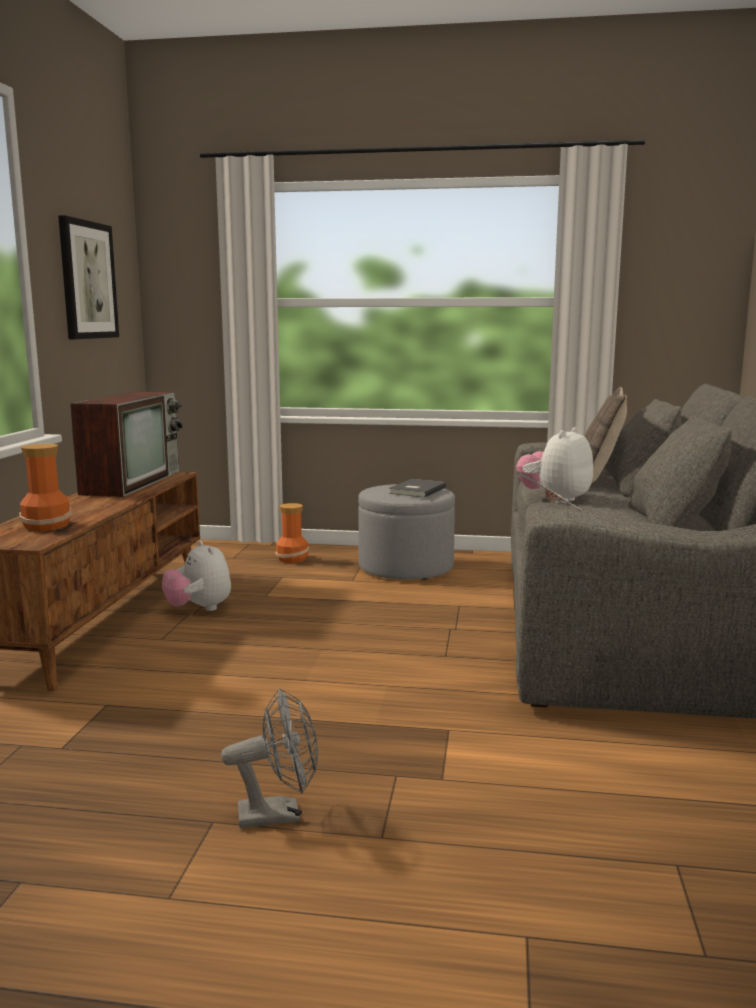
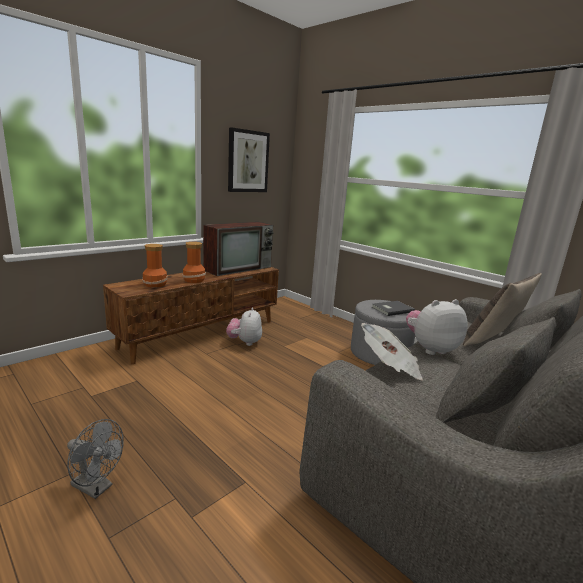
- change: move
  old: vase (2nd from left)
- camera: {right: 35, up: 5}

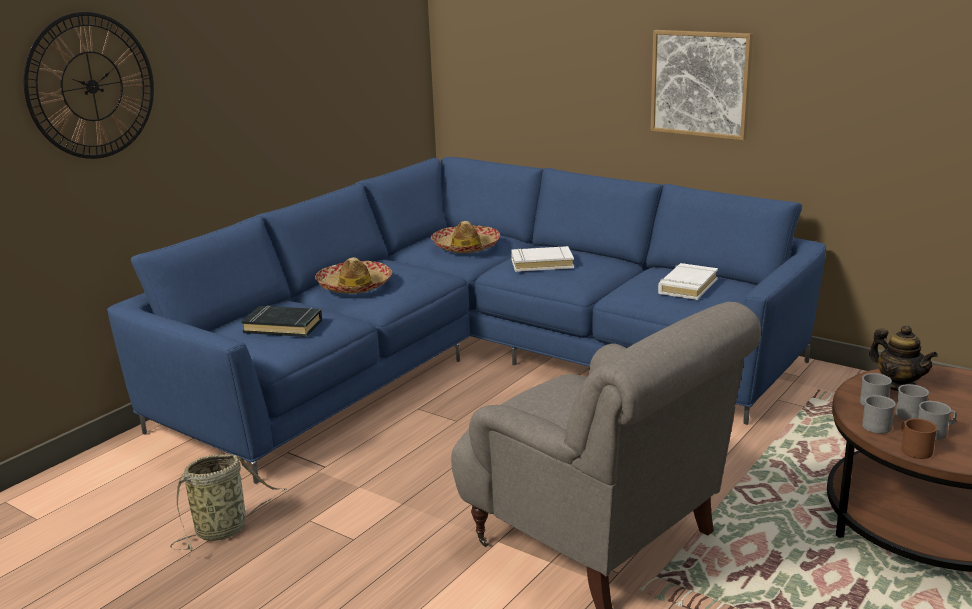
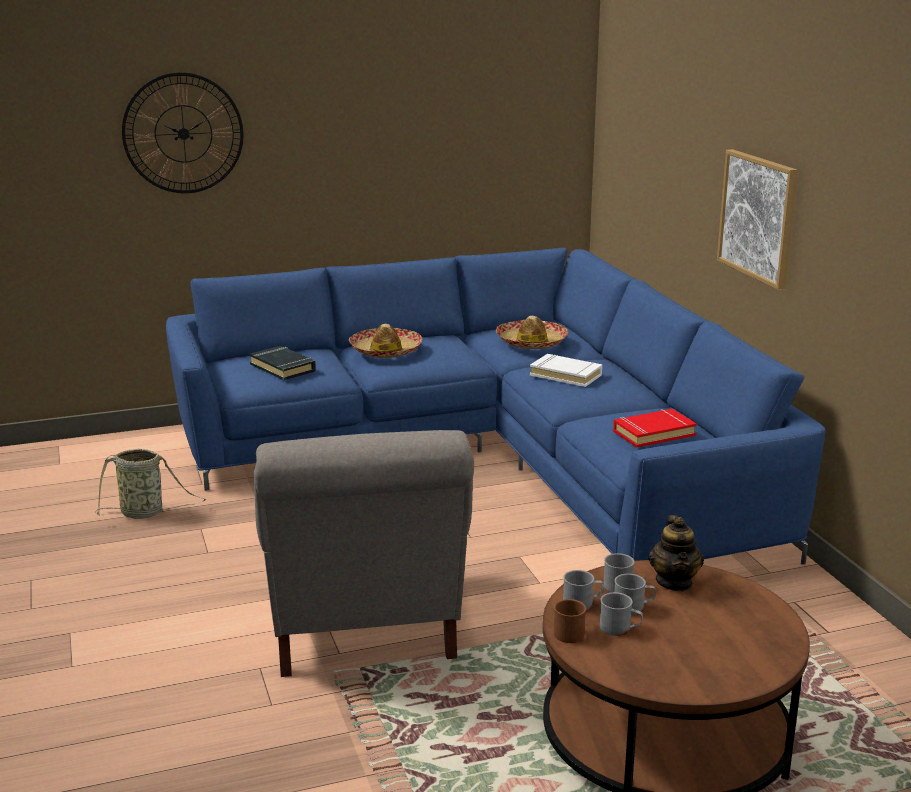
- change: recolor
  old: white book (2nd from left)
  new: red book
- camera: {right: 35, up: 0}

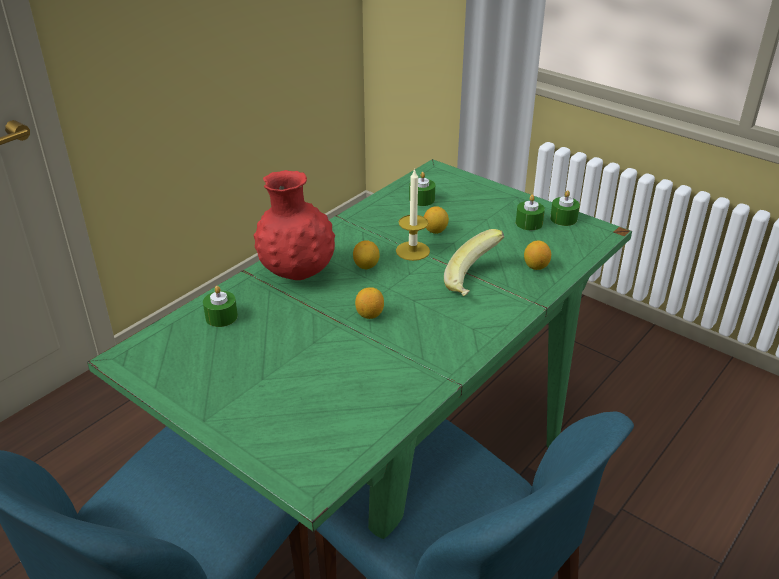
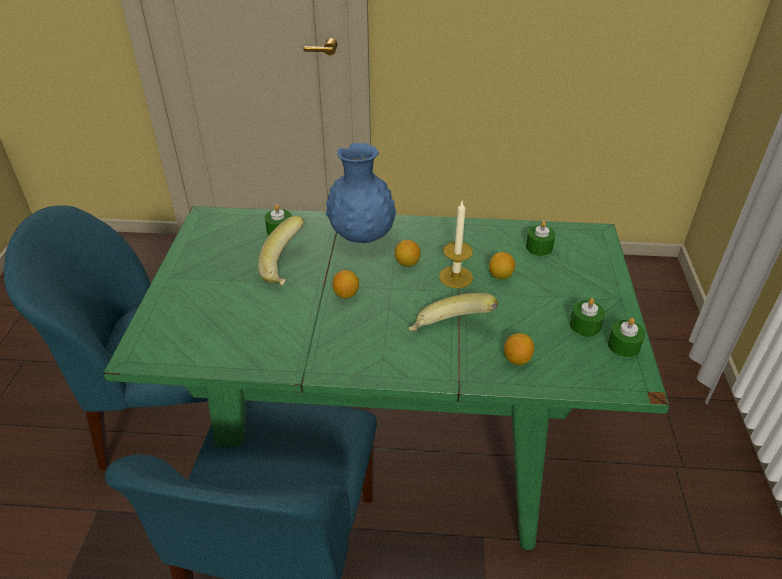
- change: recolor
  old: red vase
  new: blue vase
- change: insert
  new: banana (1st from left)
- camera: {right: 55, up: 5}

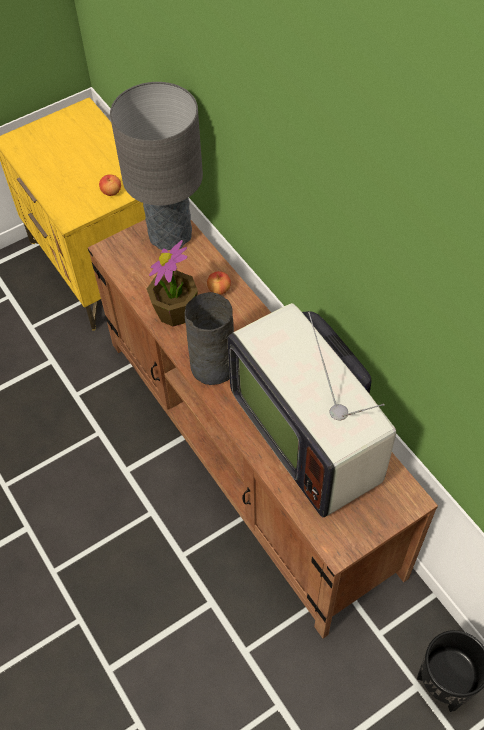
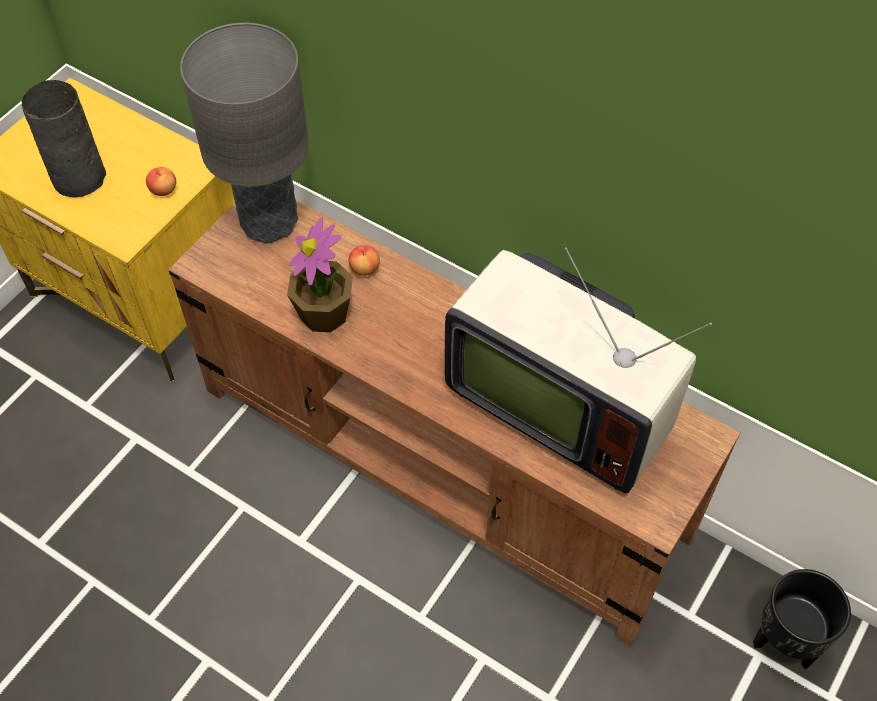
- change: move
  old: grey vase
- camera: {right: -25, up: 0}

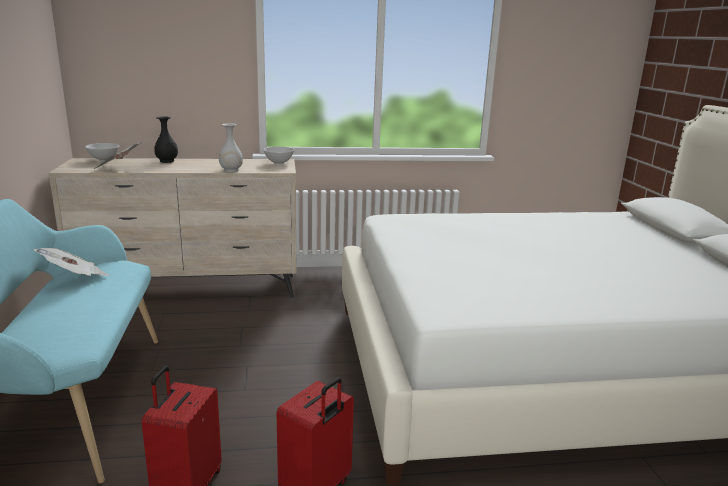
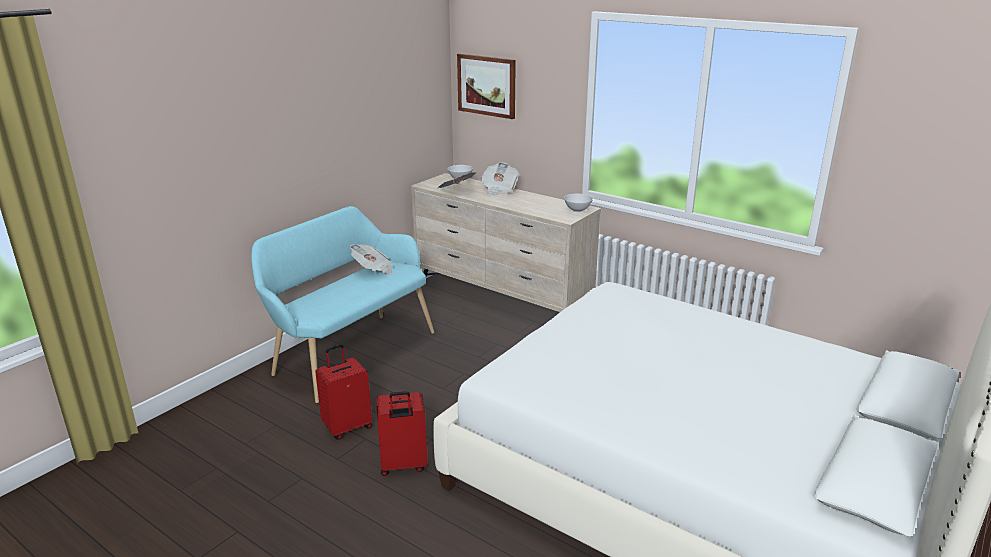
- change: replace
  old: black vase
  new: newspaper (3rd from left)
- change: delete
  old: white vase
- change: insert
  new: picture
- camera: {right: 45, up: 5}

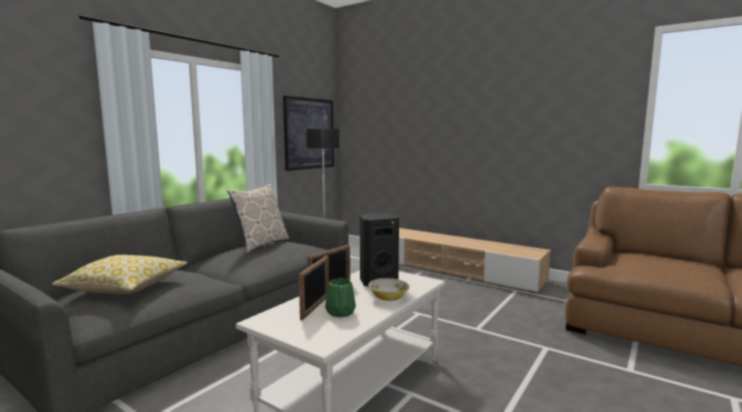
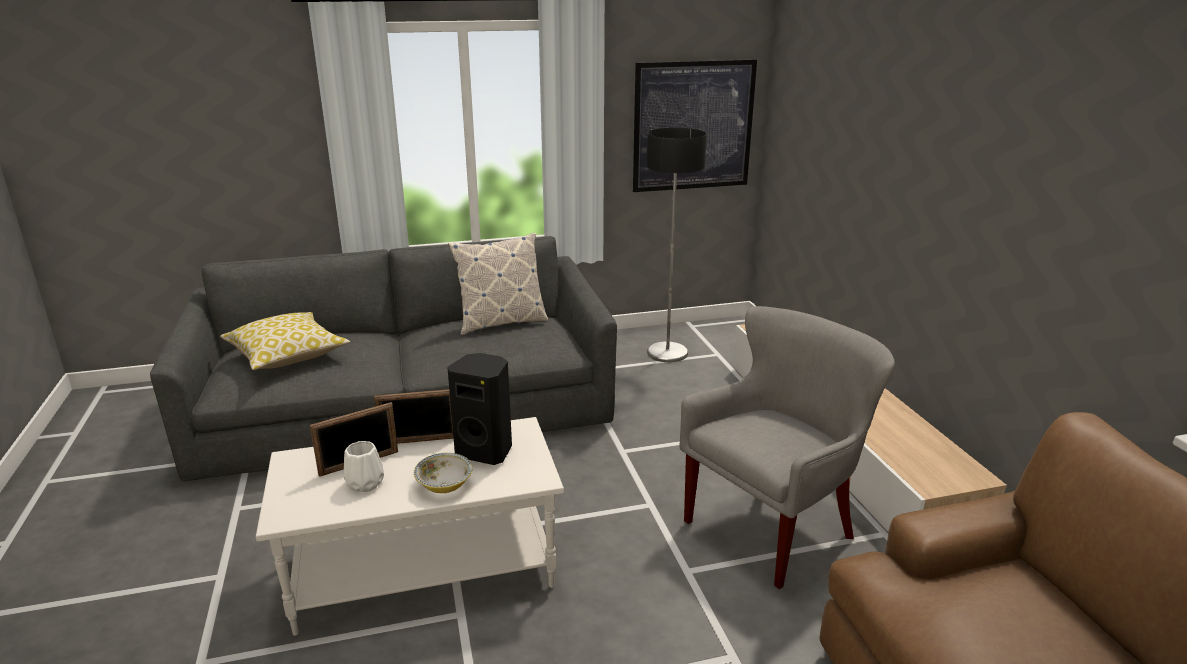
- change: recolor
  old: green vase
  new: white vase
- change: insert
  new: grey armchair
- camera: {right: 40, up: 15}

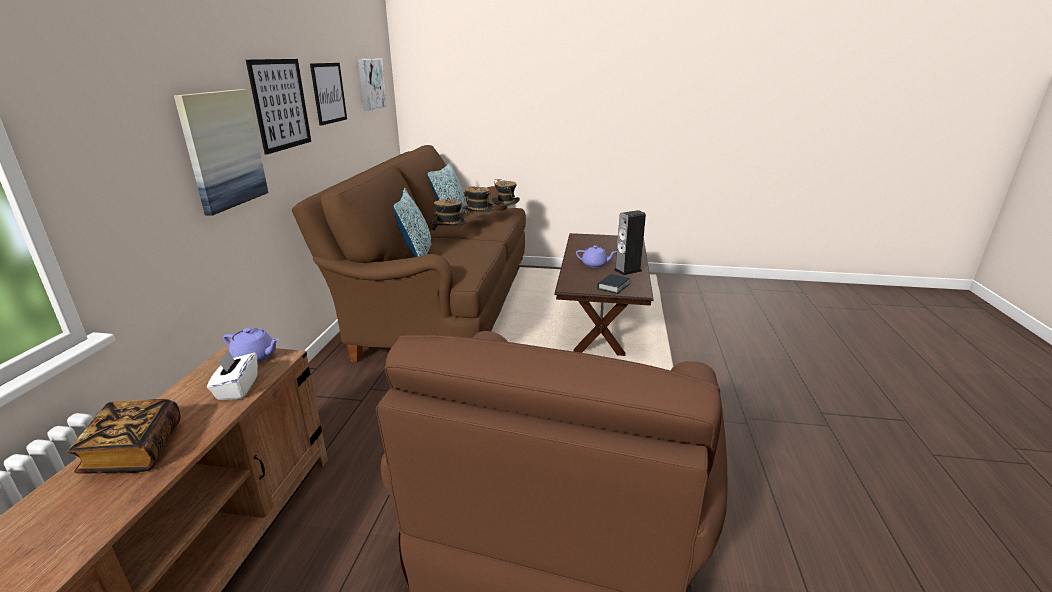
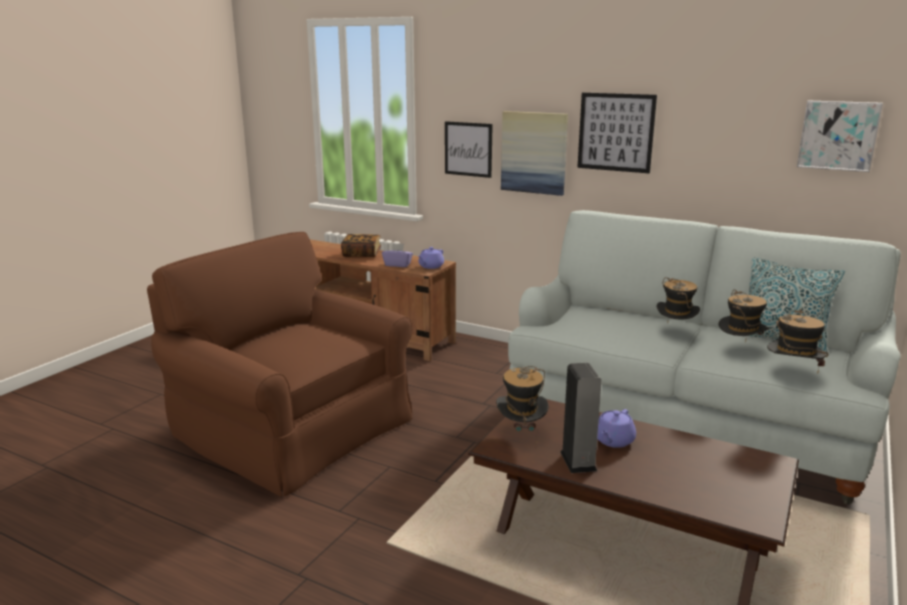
- change: recolor
  old: white tissue box
  new: purple tissue box
- change: recolor
  old: brown sofa
  new: white sofa
- change: move
  old: picture (3rd from left in the first image)
  new: picture (1st from left)
- change: delete
  old: pillow (1st from left)
- change: replace
  old: book (2nd from left)
  new: hat (1st from left)
- camera: {right: 110, up: -5}

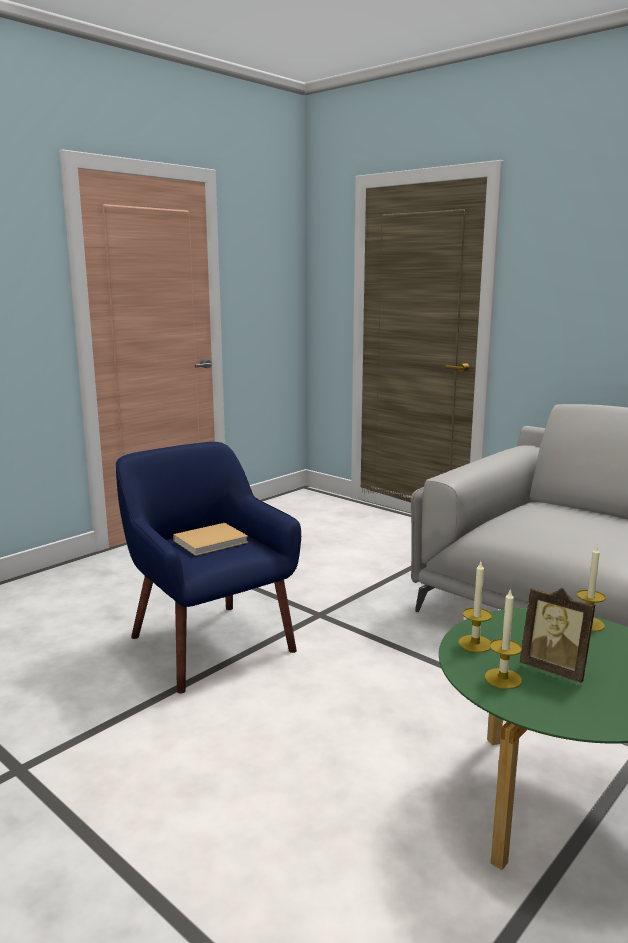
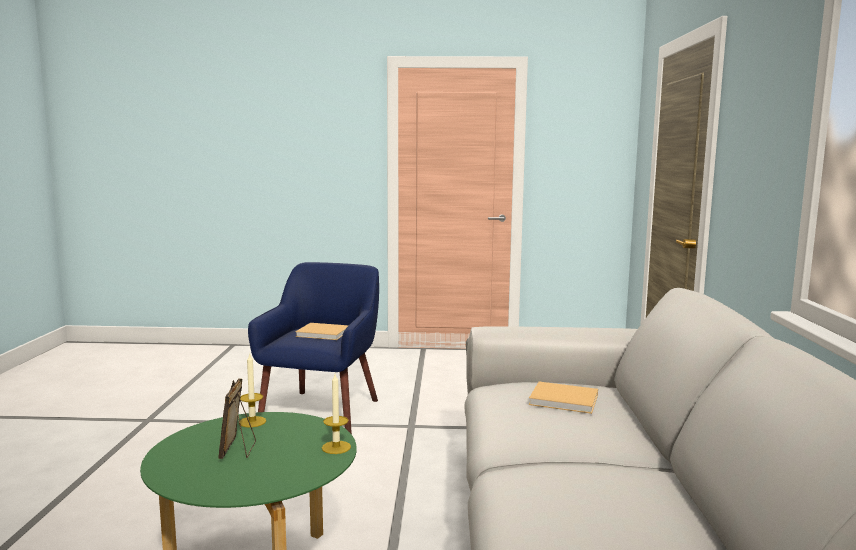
- change: delete
  old: candle (2nd from left)
- change: insert
  new: beige book (2nd from left)
- camera: {right: 50, up: -5}

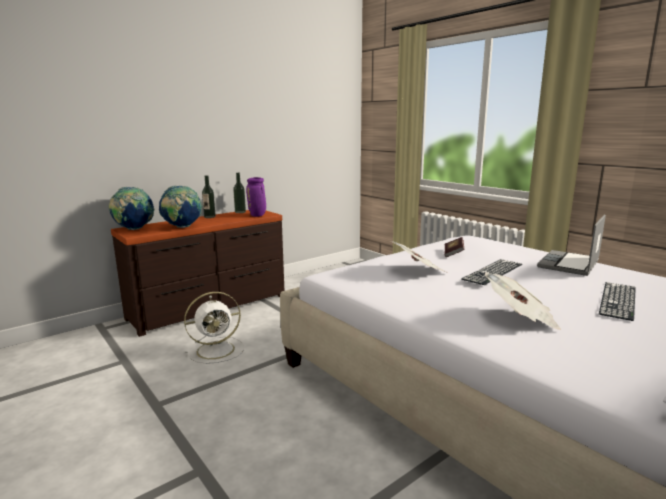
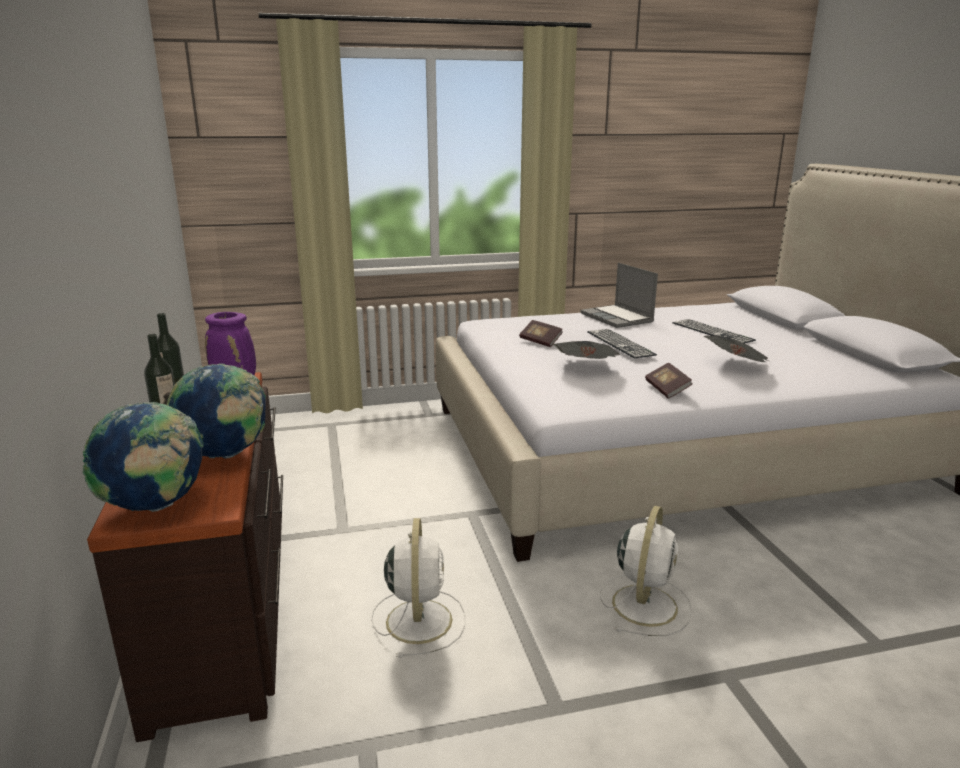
- change: insert
  new: white fan (2nd from left)
- change: insert
  new: book (2nd from left)
- camera: {right: -65, up: 5}

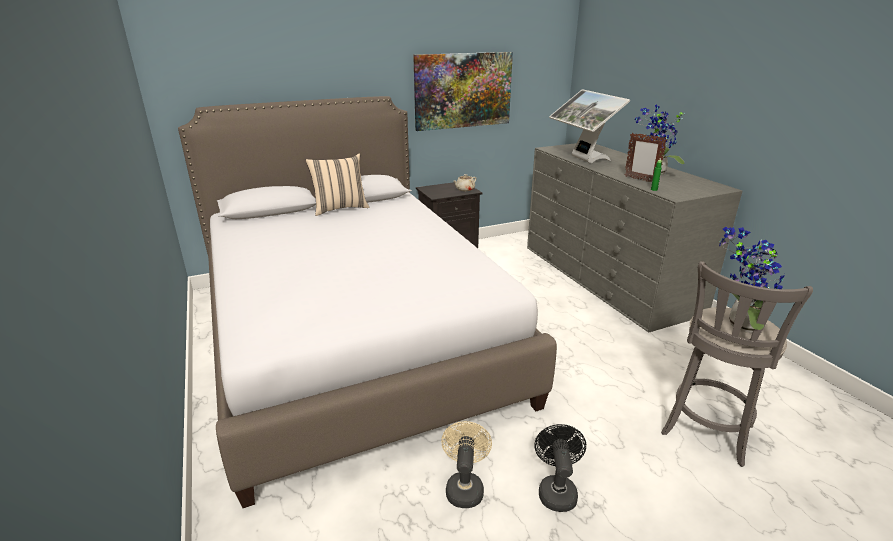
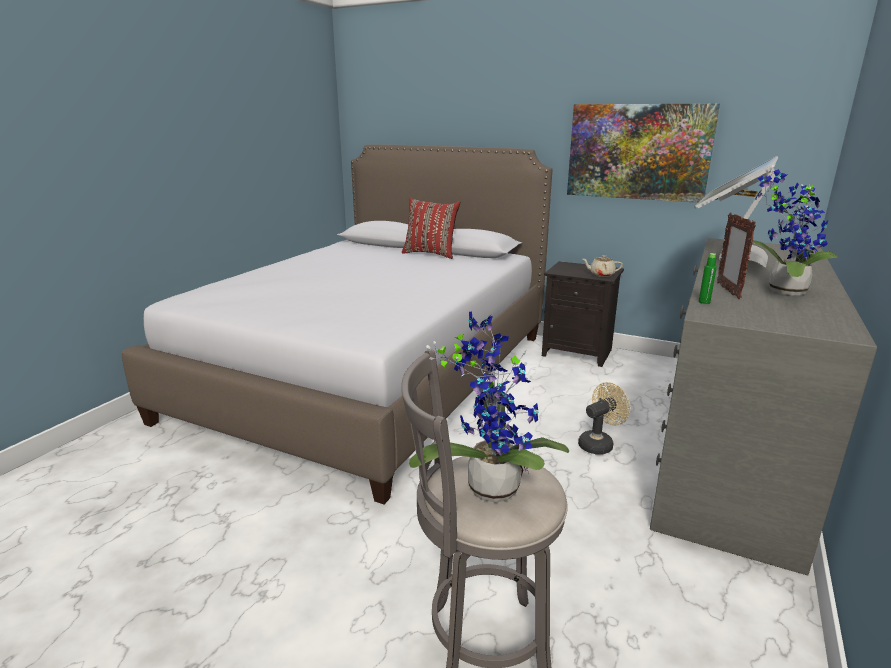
- change: recolor
  old: beige pillow
  new: red pillow
- change: move
  old: beige fan
- change: delete
  old: black fan
- camera: {right: 50, up: -5}

